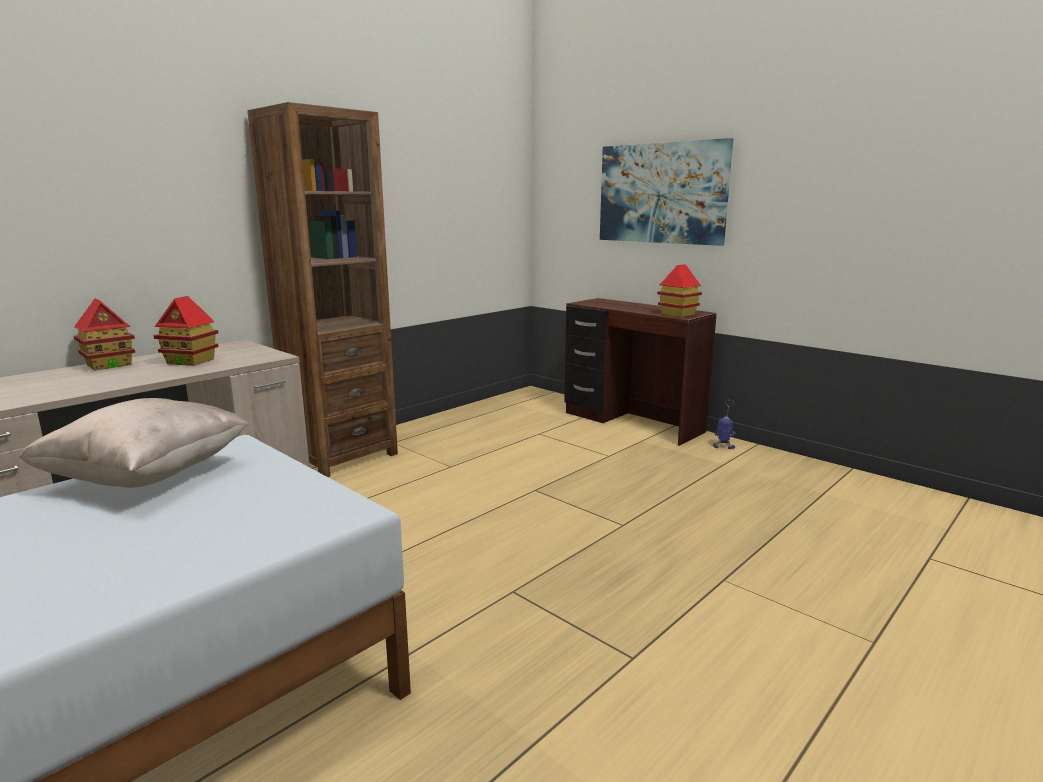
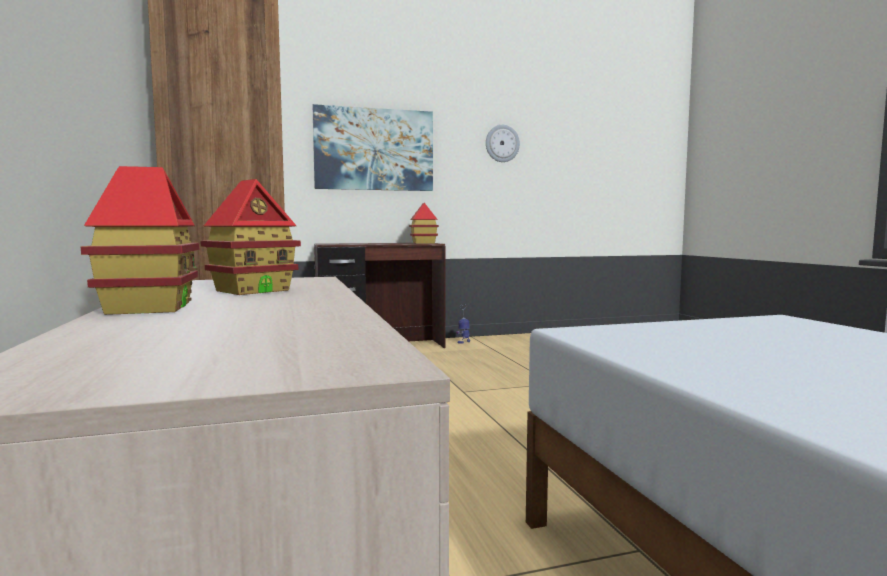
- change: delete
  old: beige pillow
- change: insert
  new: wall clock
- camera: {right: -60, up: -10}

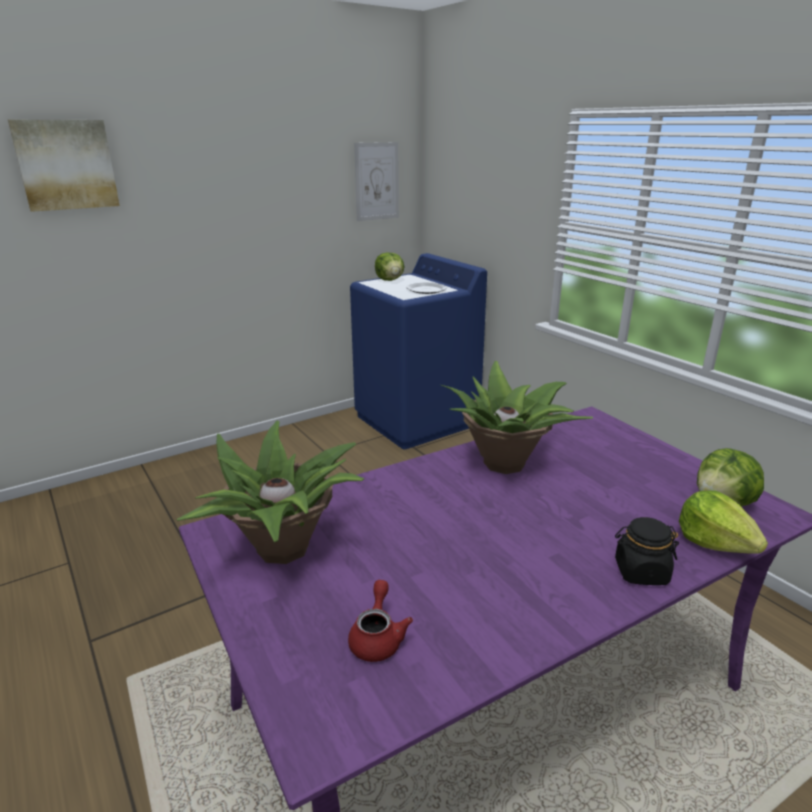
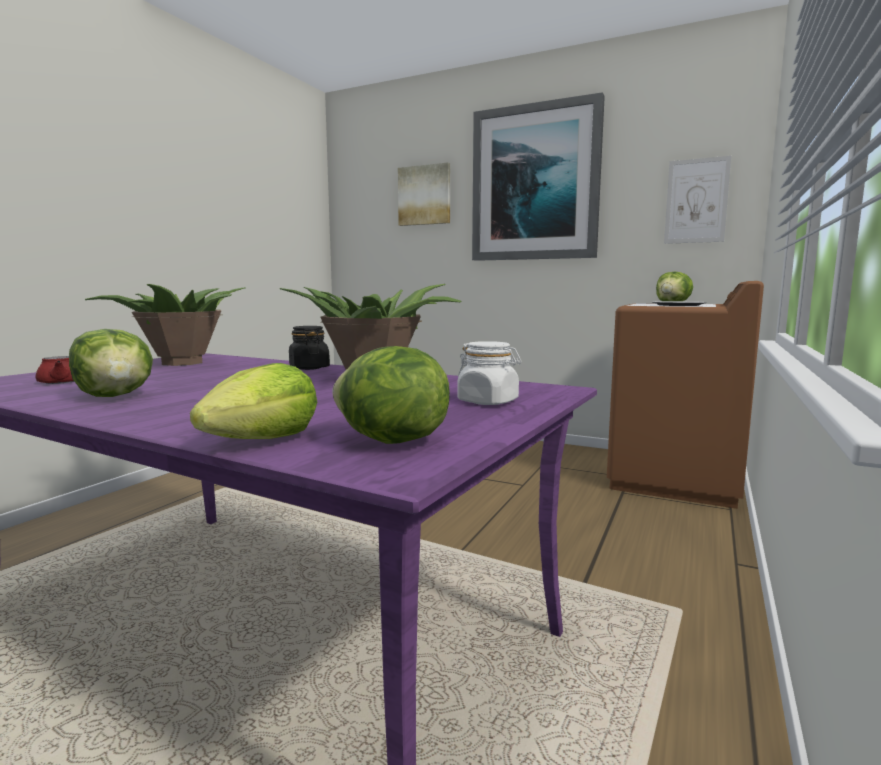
- change: recolor
  old: blue washing machine
  new: brown washing machine
- change: move
  old: black jar
- change: insert
  new: lettuce (1st from left)
- change: insert
  new: white jar
- change: insert
  new: picture (2nd from left)
- camera: {right: 60, up: -15}

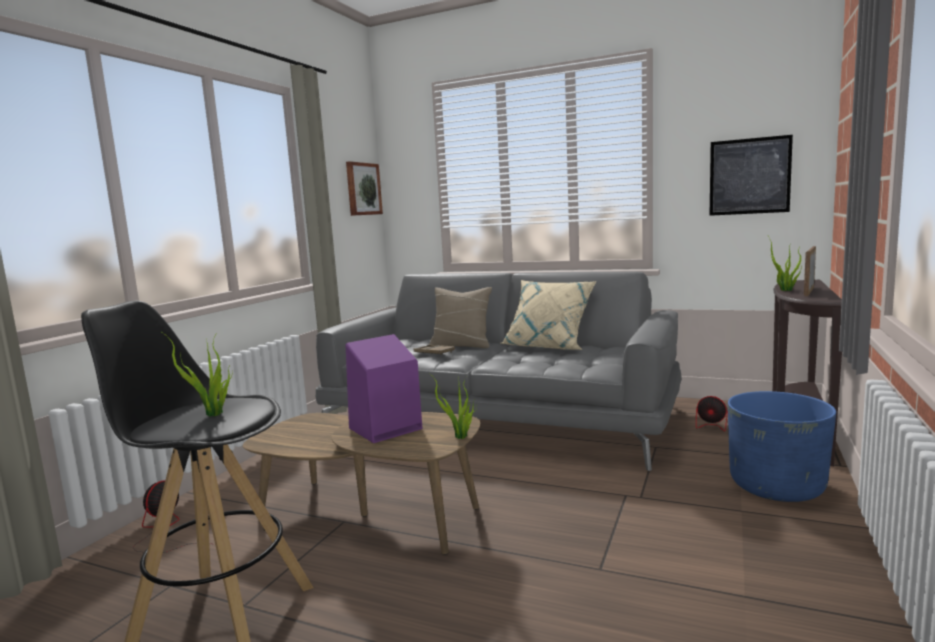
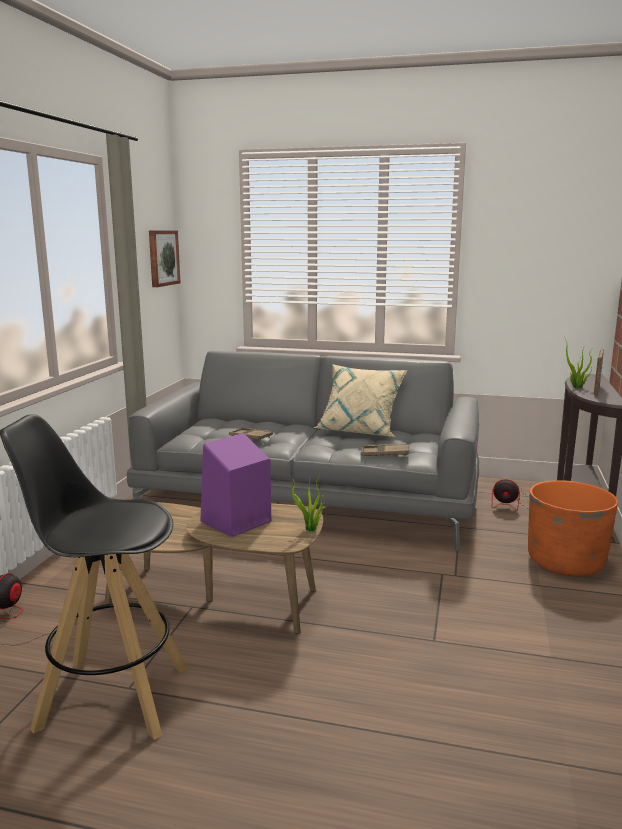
- change: delete
  old: potted plant (1st from left)
- change: delete
  old: beige pillow (1st from left)
- change: delete
  old: picture (2nd from left)
- change: recolor
  old: blue planter
  new: orange planter
- change: insert
  new: brown tray (2nd from left)
- camera: {right: -10, up: 5}

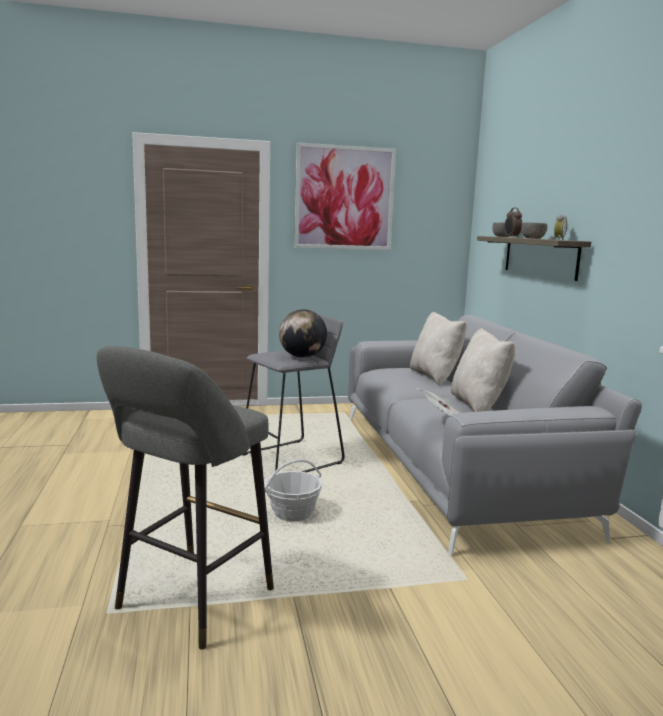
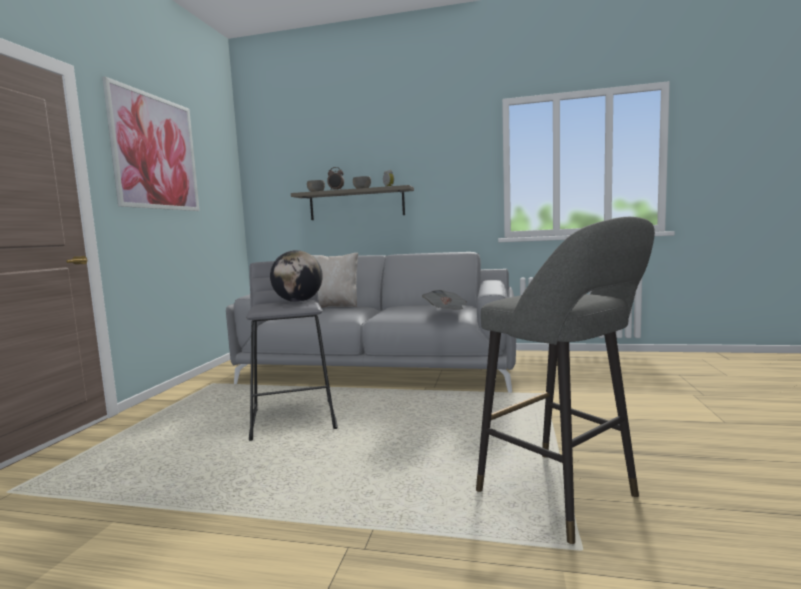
- change: delete
  old: basket
- change: delete
  old: beige pillow (2nd from left)
- camera: {right: -65, up: -5}

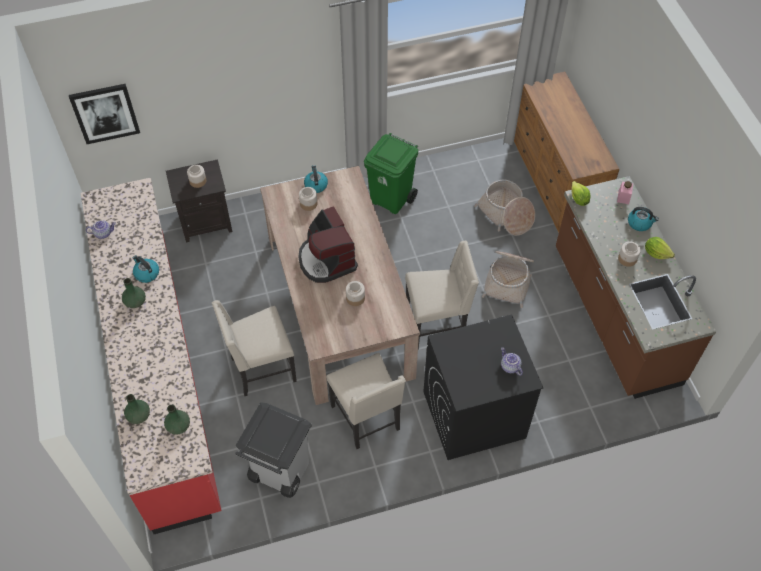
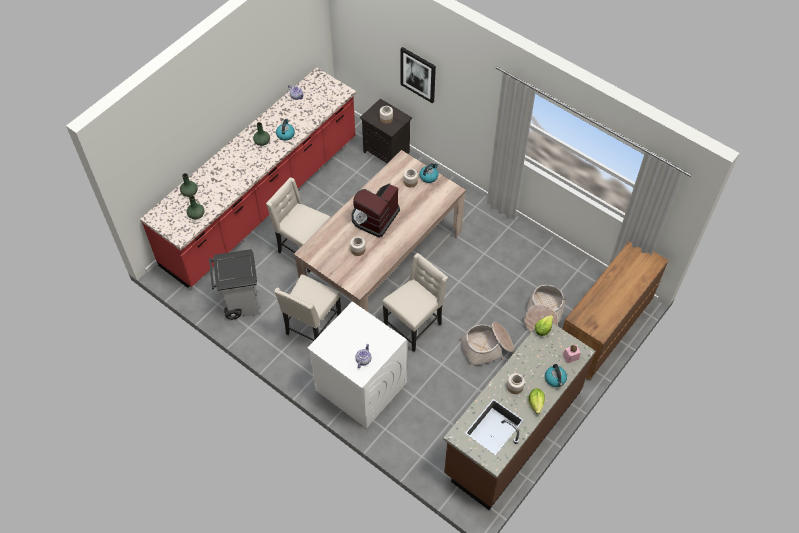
- change: move
  old: picture
- change: delete
  old: green trash can
- change: rotate
  old: beige chair (3rd from left)
  degrees: -90
- change: recolor
  old: black washing machine
  new: white washing machine
- camera: {right: 55, up: 0}

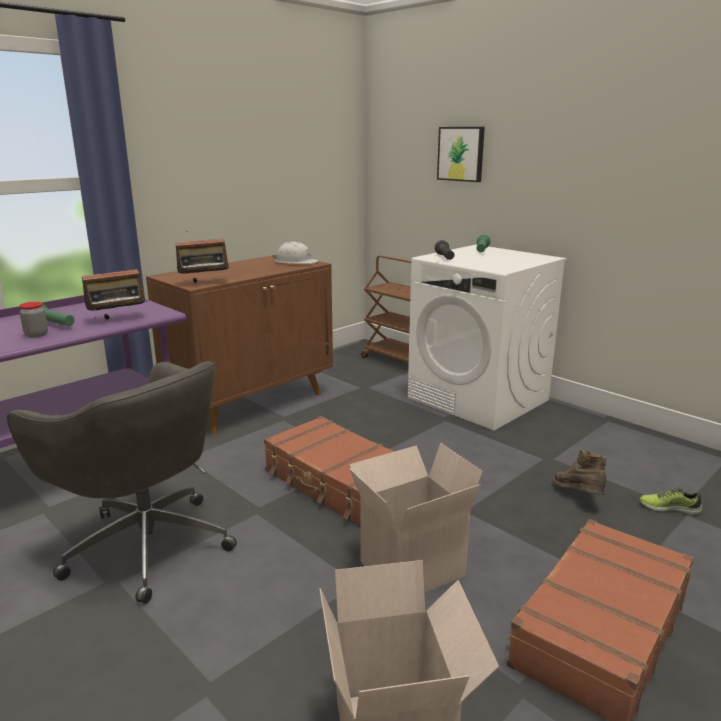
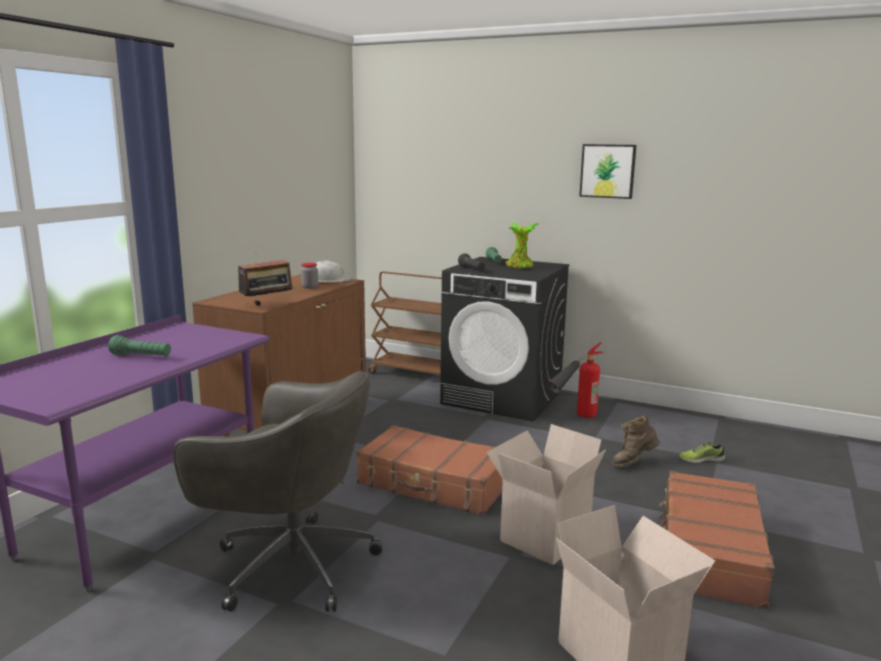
- change: move
  old: jar
- change: delete
  old: radio (1st from left)
- change: recolor
  old: white washing machine
  new: black washing machine
- change: move
  old: picture
- change: rotate
  old: brown boot
  degrees: -75
- change: insert
  new: potted plant
- change: insert
  new: fire extinguisher
- camera: {right: -20, up: -5}

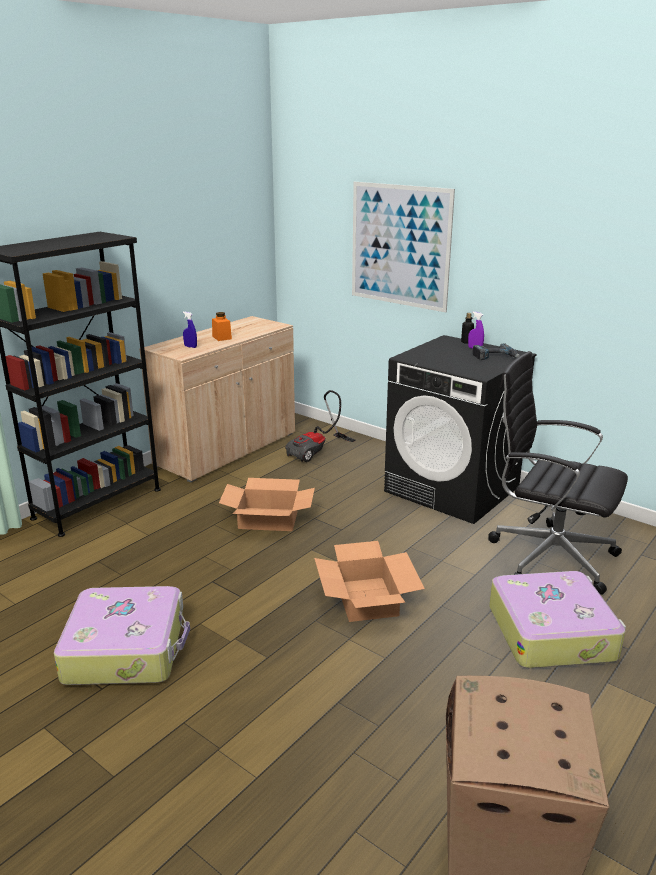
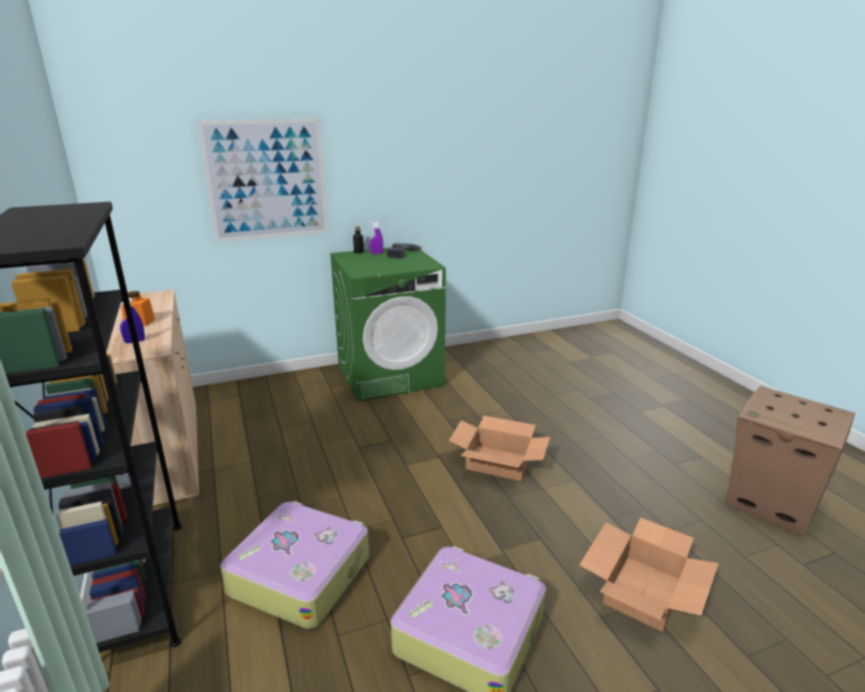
- change: move
  old: cardboard box (1st from left in the first image)
  new: cardboard box (2nd from left)
- change: delete
  old: vacuum cleaner
- change: recolor
  old: black washing machine
  new: green washing machine
- change: delete
  old: black office chair
- change: move
  old: suitcase (2nd from left in the first image)
  new: suitcase (1st from left)
- camera: {right: -60, up: 0}

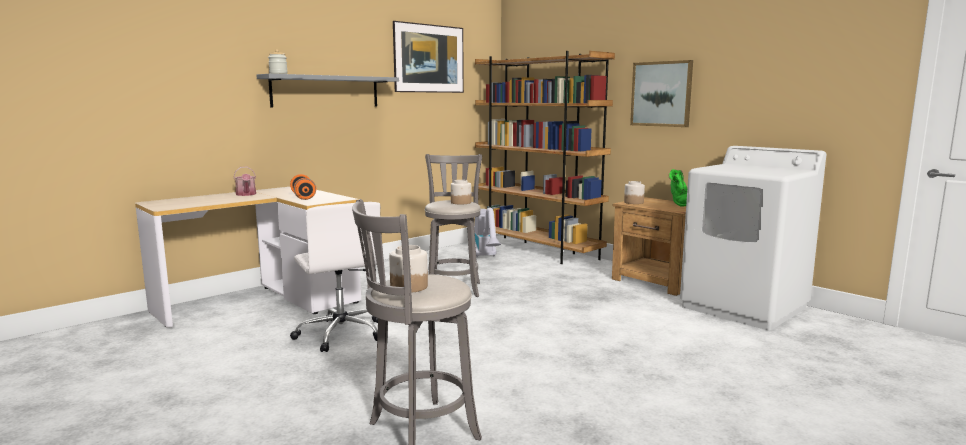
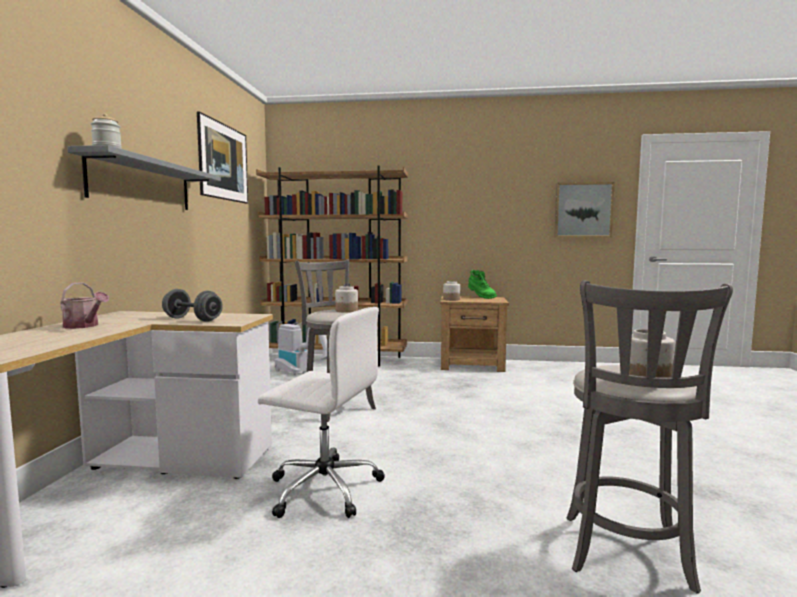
- change: recolor
  old: orange dumbbell
  new: grey dumbbell
- change: move
  old: picture (2nd from left)
- change: delete
  old: white washing machine
- camera: {right: -40, up: -5}

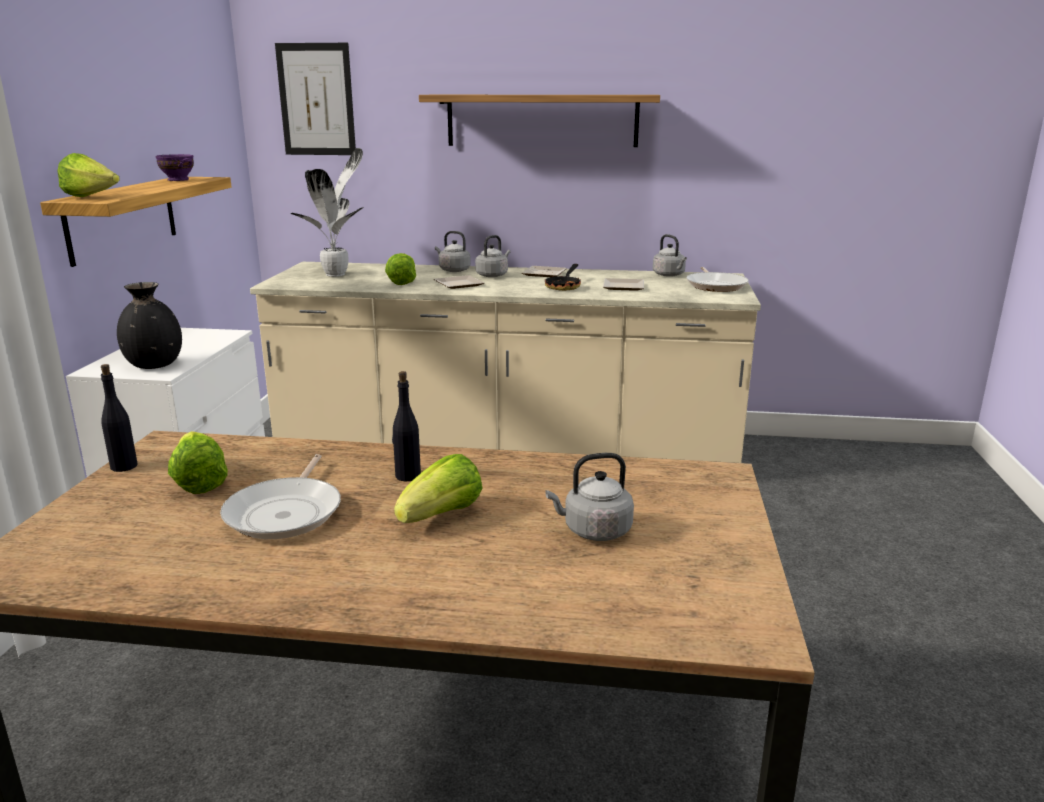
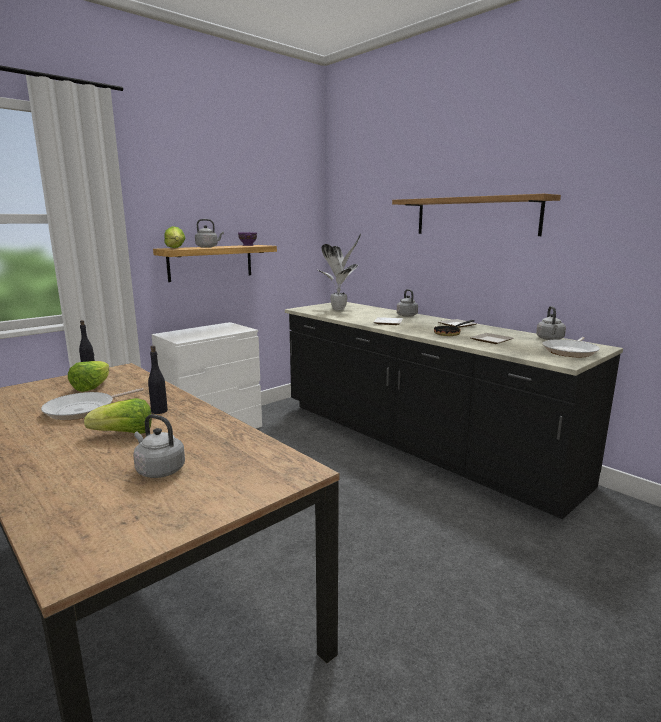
- change: delete
  old: black vase
- change: recolor
  old: beige counter
  new: black counter
- change: delete
  old: picture
- change: delete
  old: lettuce (3rd from left)
- change: move
  old: grey kettle (2nd from left)
- camera: {right: 40, up: -5}

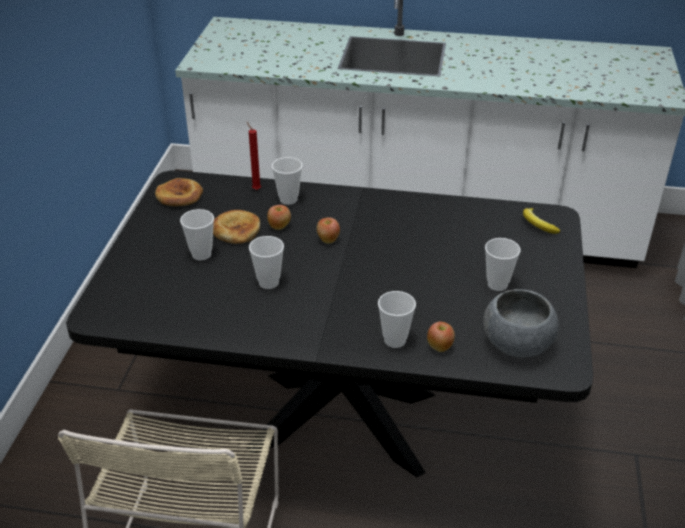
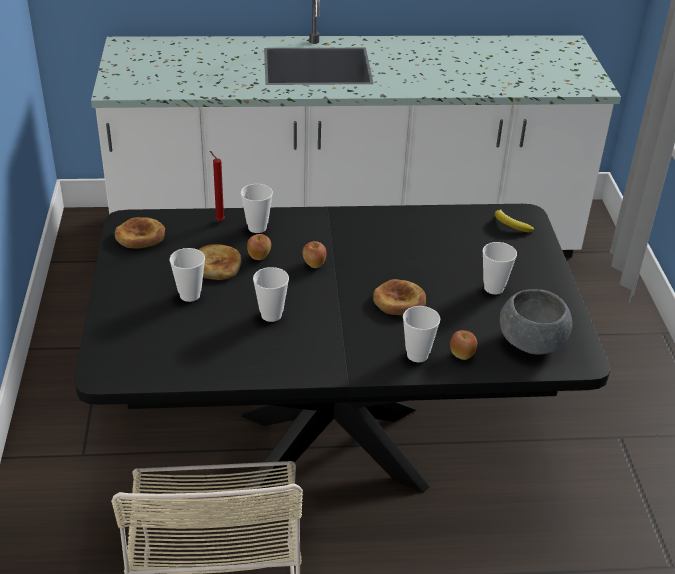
- change: insert
  new: bread (3rd from left)
- camera: {right: -15, up: 0}

